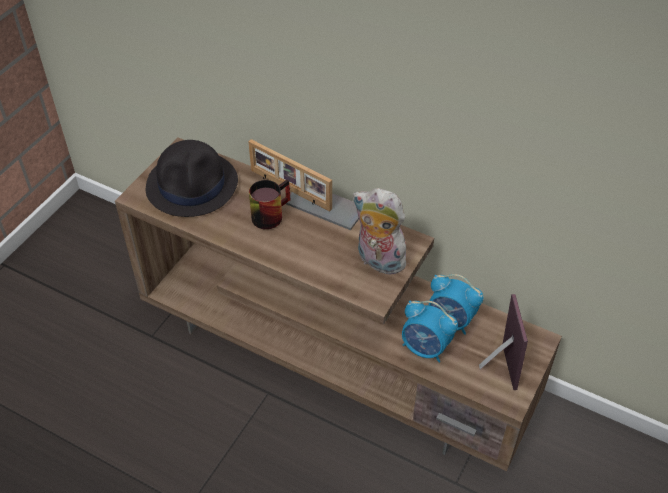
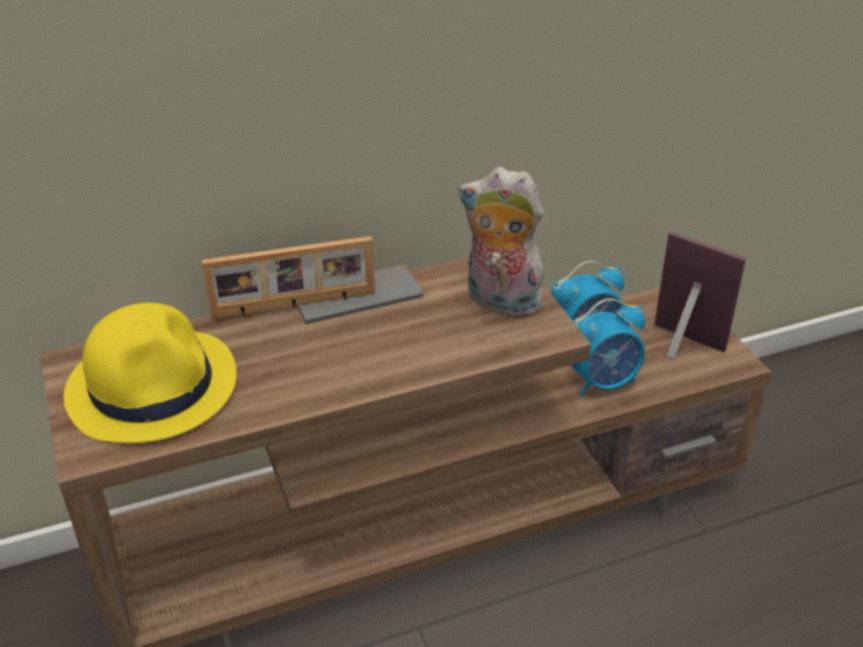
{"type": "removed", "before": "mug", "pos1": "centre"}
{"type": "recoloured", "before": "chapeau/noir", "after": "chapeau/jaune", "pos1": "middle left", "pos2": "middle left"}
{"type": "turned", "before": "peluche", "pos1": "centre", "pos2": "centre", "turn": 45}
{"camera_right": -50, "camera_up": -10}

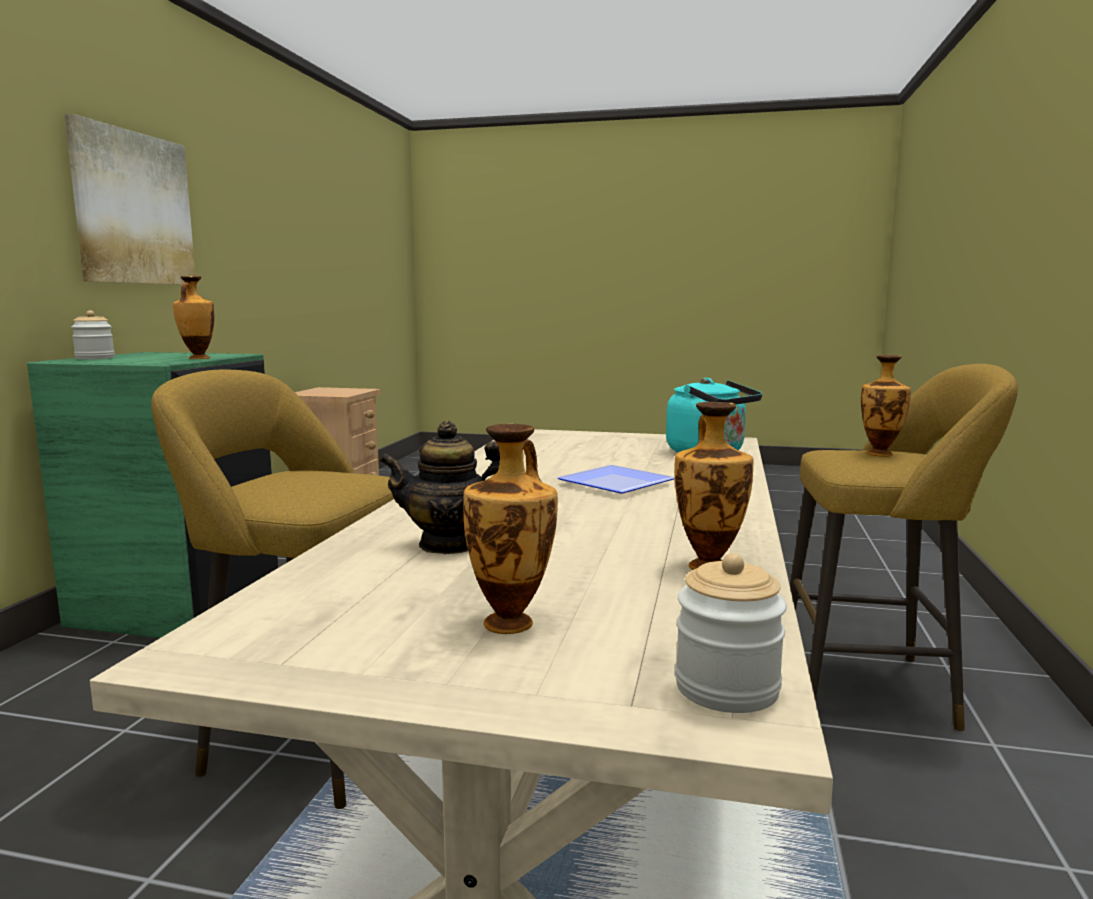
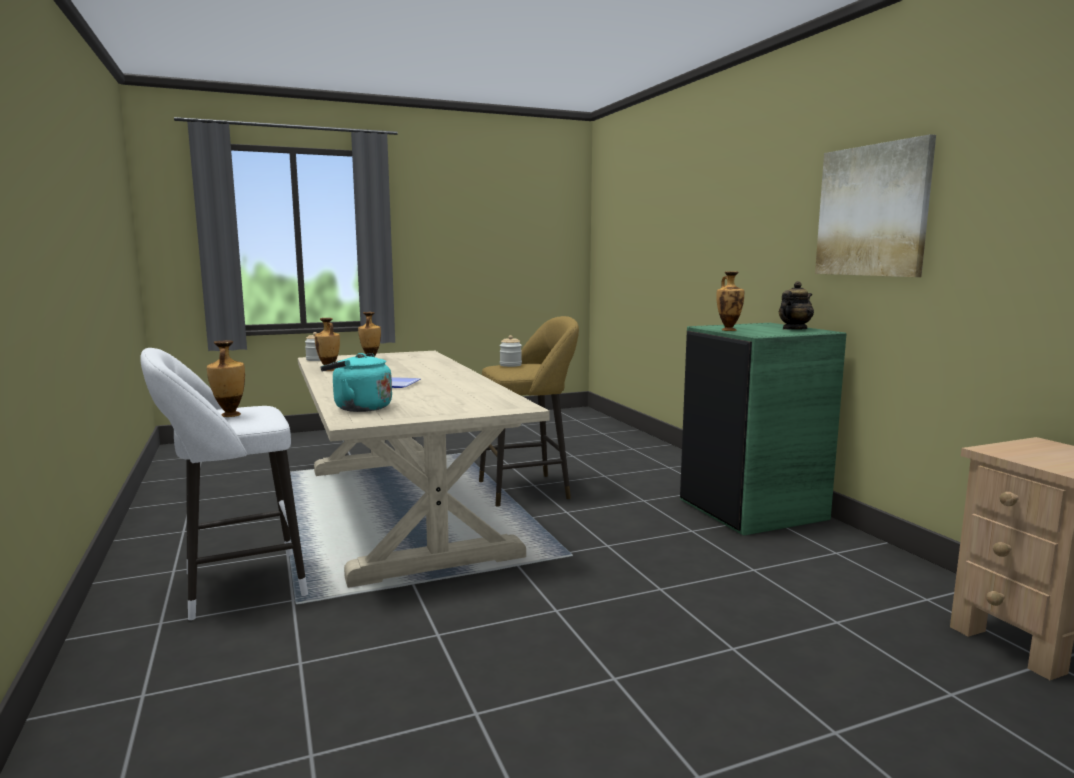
{"type": "moved", "before": "bocal (1st from left in the first image)", "after": "bocal (2nd from left)", "pos1": "middle left", "pos2": "centre"}
{"type": "moved", "before": "théière", "pos1": "centre", "pos2": "middle right"}
{"type": "recoloured", "before": "tabouret/jaune (2nd from left)", "after": "tabouret/blanc", "pos1": "middle right", "pos2": "middle left"}
{"camera_right": 145, "camera_up": 0}

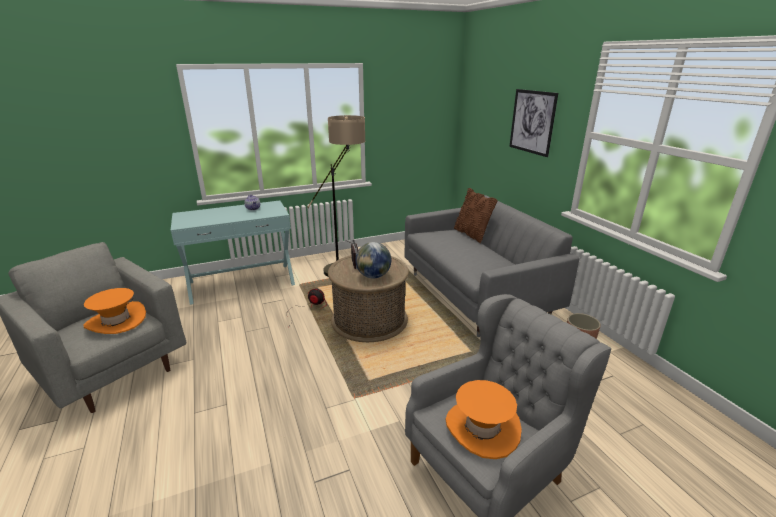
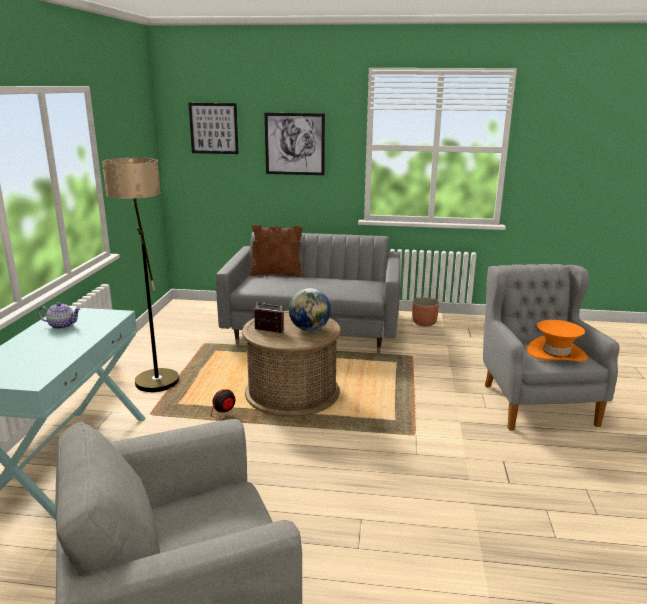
{"type": "removed", "before": "chapeau/orange (1st from left)", "pos1": "middle left"}
{"type": "added", "after": "tableau (1st from left)", "pos2": "top left"}
{"camera_right": -60, "camera_up": -5}

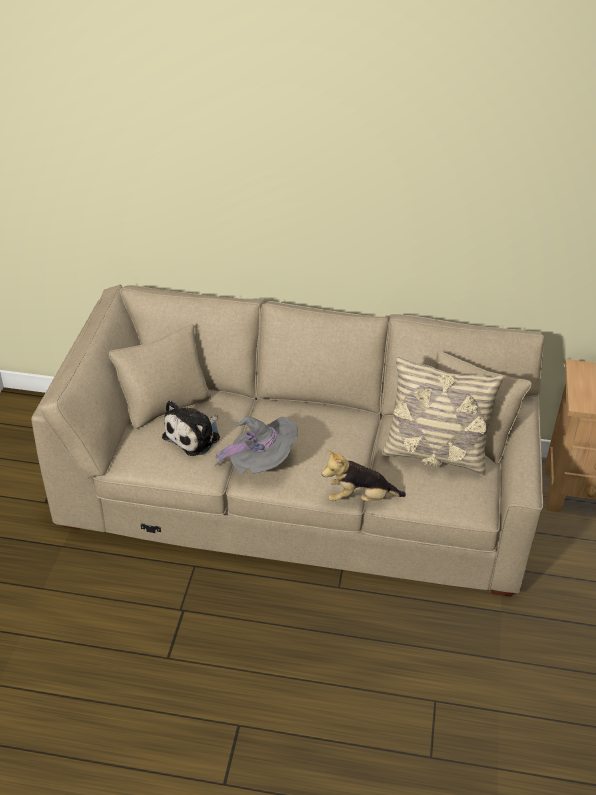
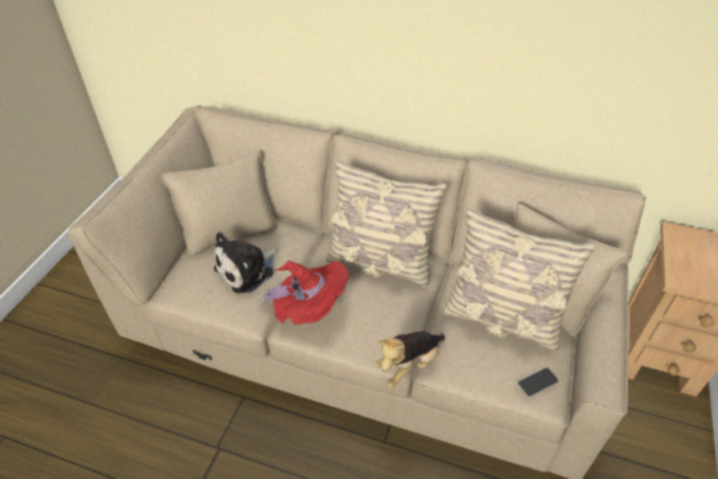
{"type": "added", "after": "coussin/beige (1st from left)", "pos2": "centre"}
{"type": "added", "after": "téléphone", "pos2": "bottom right"}
{"type": "recoloured", "before": "chapeau/gris", "after": "chapeau/rouge", "pos1": "centre", "pos2": "centre"}
{"type": "turned", "before": "peluche (2nd from left)", "pos1": "centre", "pos2": "bottom centre", "turn": -45}
{"camera_right": 10, "camera_up": 5}

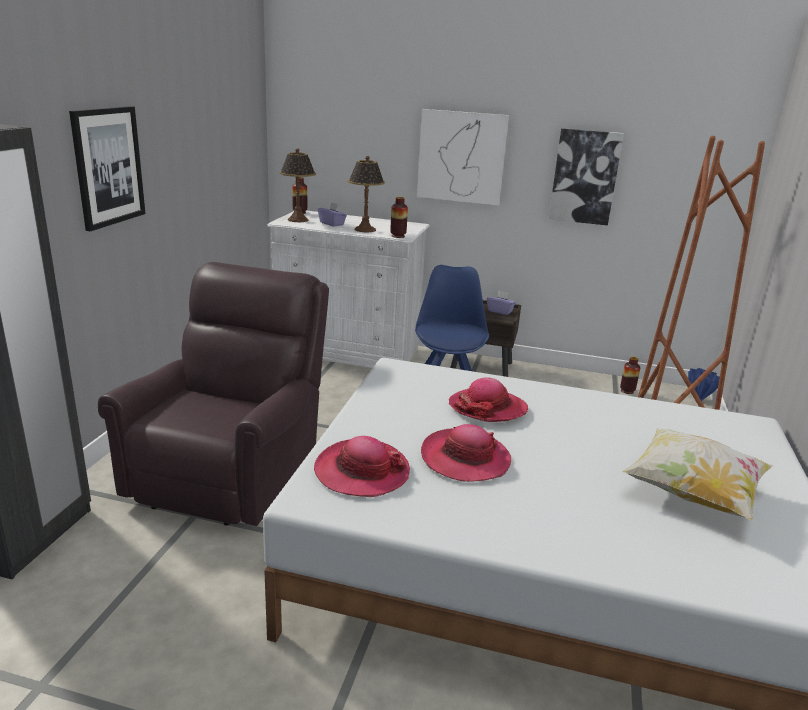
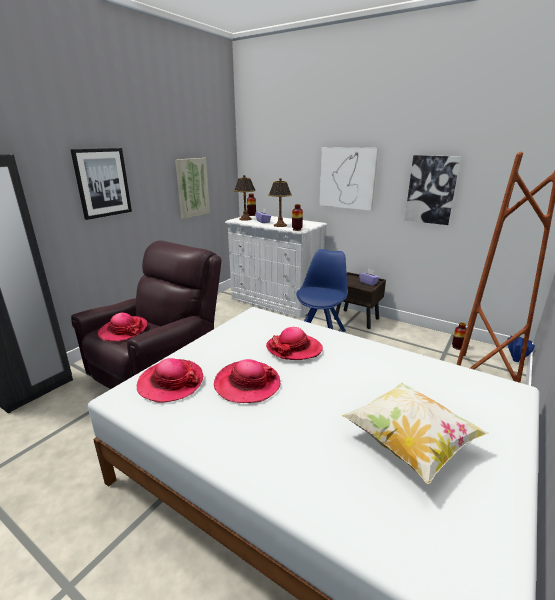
{"type": "added", "after": "chapeau (1st from left)", "pos2": "middle left"}
{"type": "added", "after": "tableau (2nd from left)", "pos2": "top centre"}
{"camera_right": 20, "camera_up": 0}

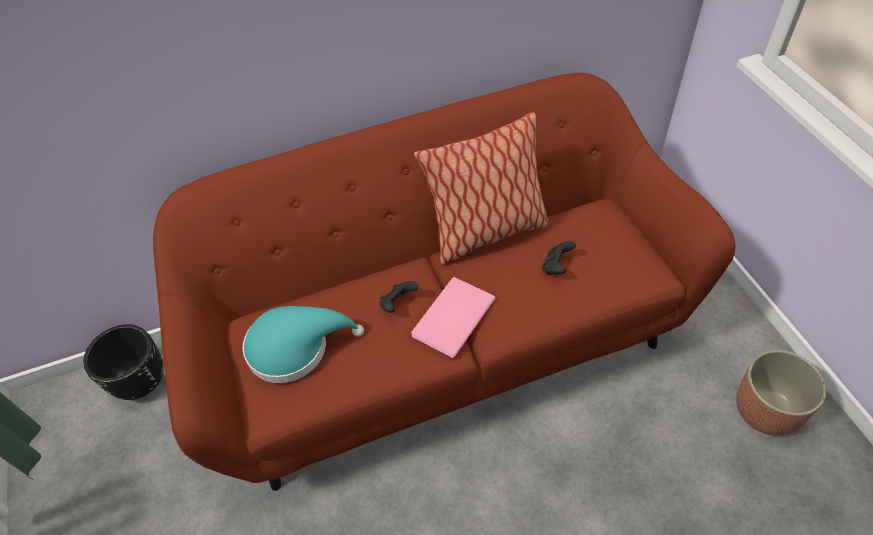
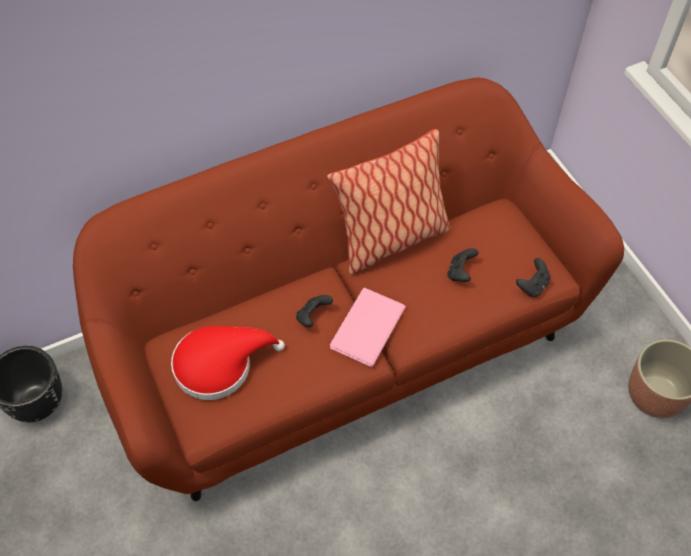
{"type": "added", "after": "manette/noir (3rd from left)", "pos2": "middle right"}
{"type": "recoloured", "before": "chapeau/turquoise", "after": "chapeau/rouge", "pos1": "centre", "pos2": "middle left"}
{"camera_right": -10, "camera_up": 5}

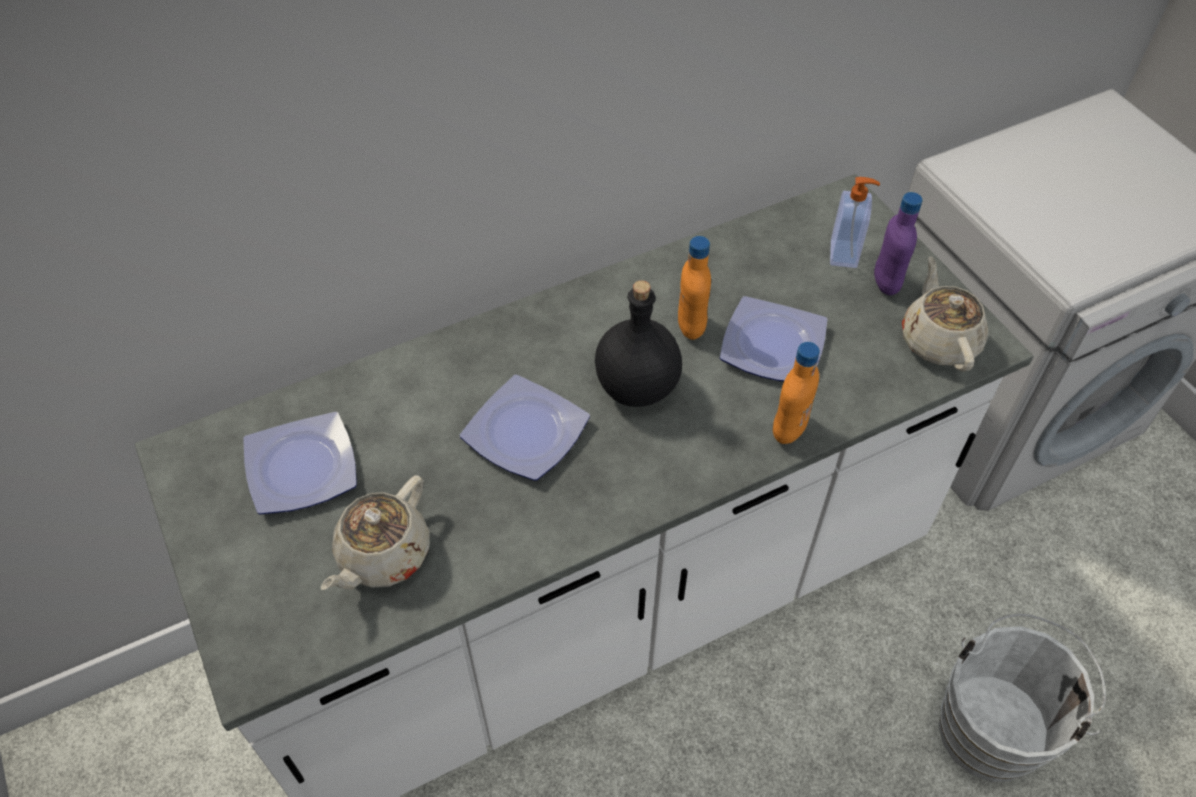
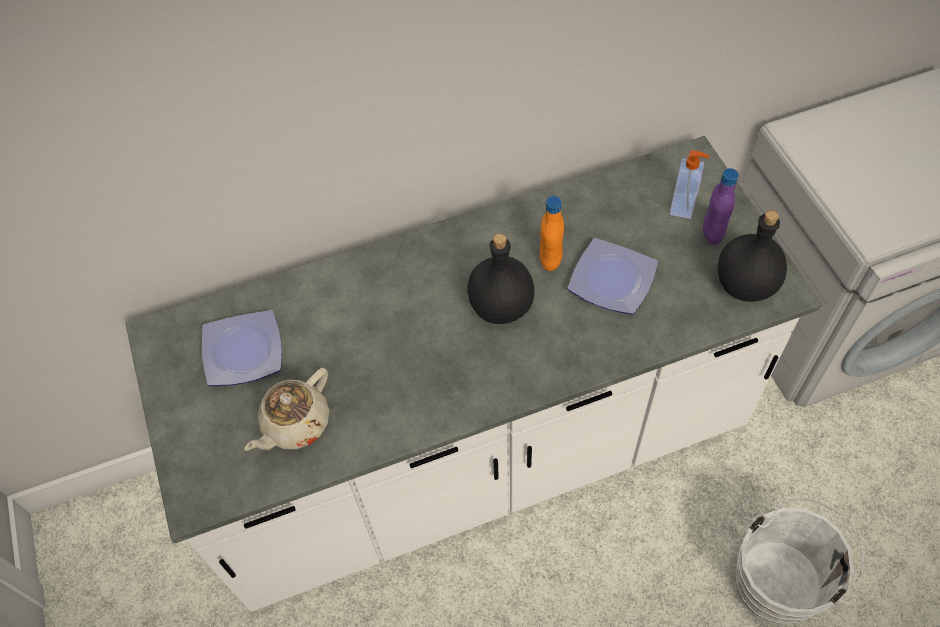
{"type": "removed", "before": "assiette (2nd from left)", "pos1": "centre"}
{"type": "removed", "before": "bouteille/orange (2nd from left)", "pos1": "centre"}
{"type": "replaced", "before": "théière/beige (2nd from left)", "after": "bouteille/noir (2nd from left)", "pos1": "middle right", "pos2": "middle right"}
{"camera_right": 10, "camera_up": 5}

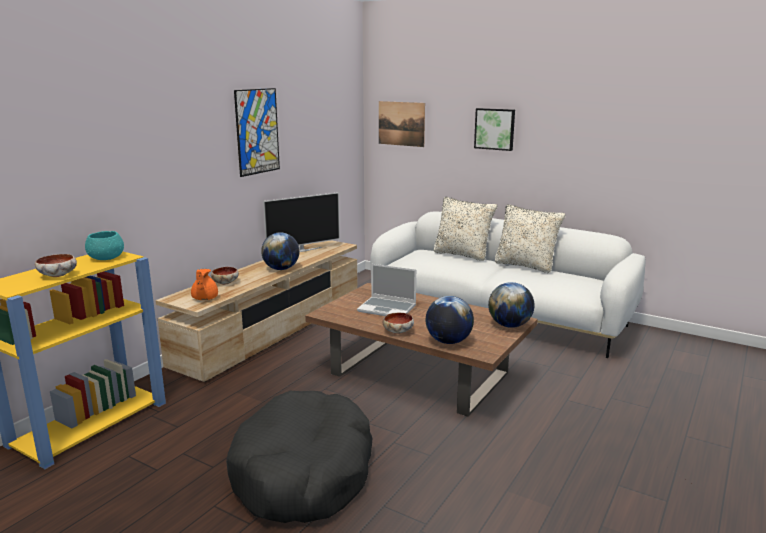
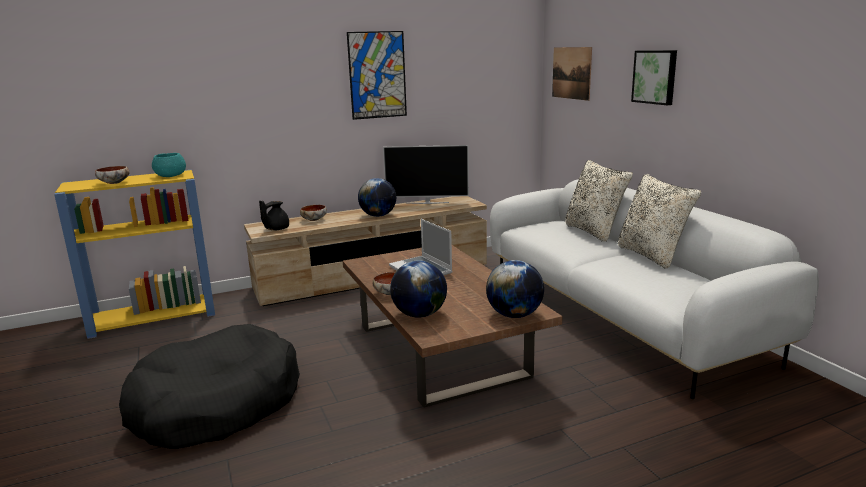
{"type": "recoloured", "before": "théière/orange", "after": "théière/noir", "pos1": "middle left", "pos2": "middle left"}
{"camera_right": 35, "camera_up": 0}

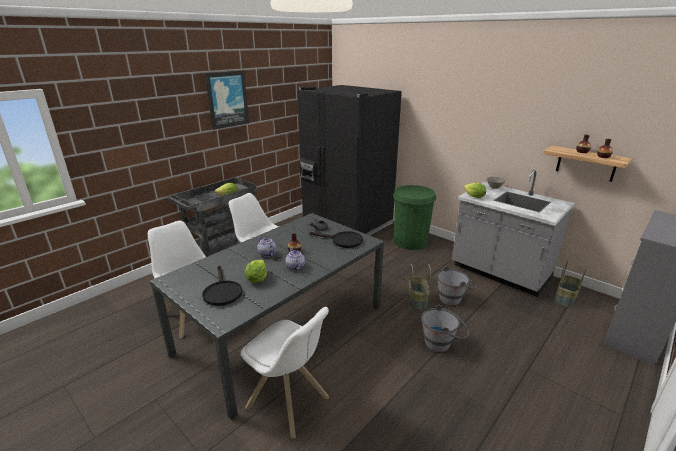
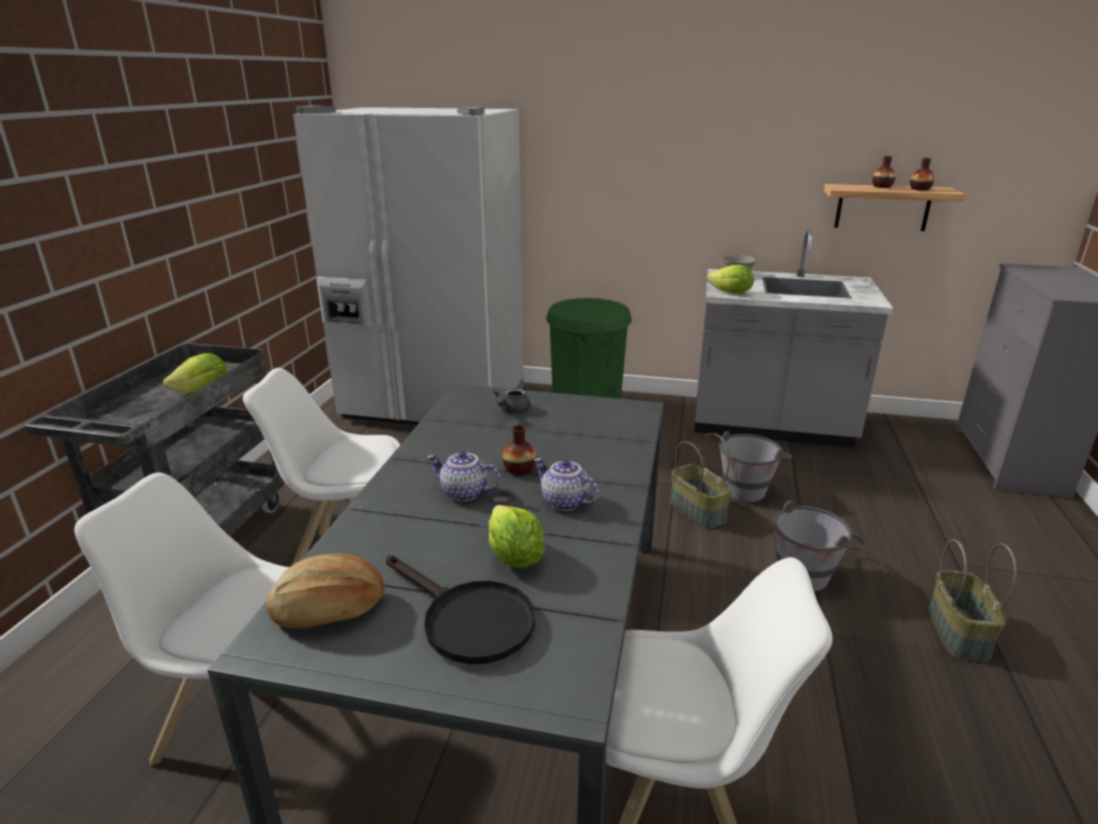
{"type": "removed", "before": "tableau", "pos1": "top centre"}
{"type": "removed", "before": "poêle/noir (2nd from left)", "pos1": "centre"}
{"type": "added", "after": "pain", "pos2": "bottom left"}
{"type": "moved", "before": "panier (2nd from left)", "pos1": "middle right", "pos2": "bottom right"}
{"type": "recoloured", "before": "réfrigérateur/noir", "after": "réfrigérateur/blanc", "pos1": "centre", "pos2": "top centre"}
{"camera_right": -30, "camera_up": 0}

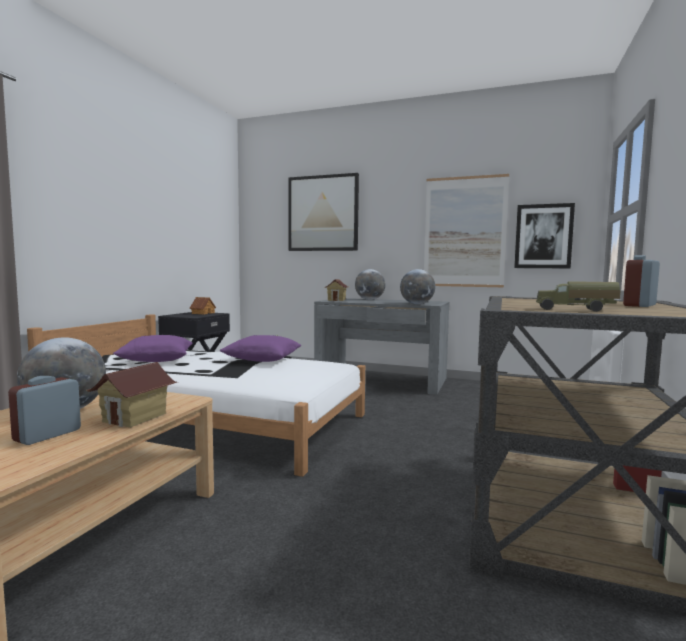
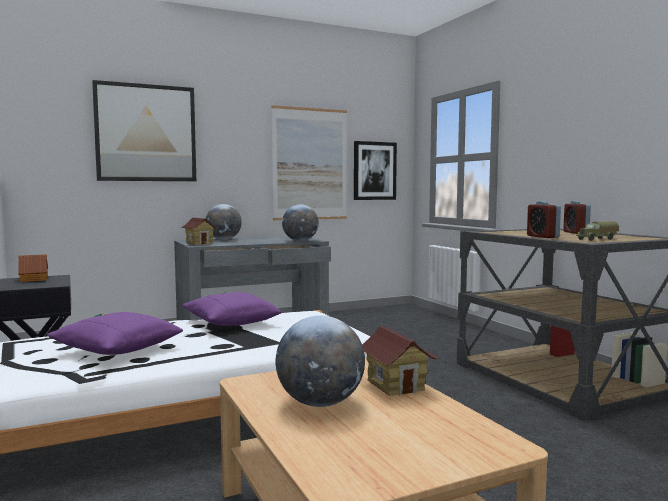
{"type": "moved", "before": "réveil (1st from left)", "pos1": "middle left", "pos2": "middle right"}
{"camera_right": -45, "camera_up": 0}

